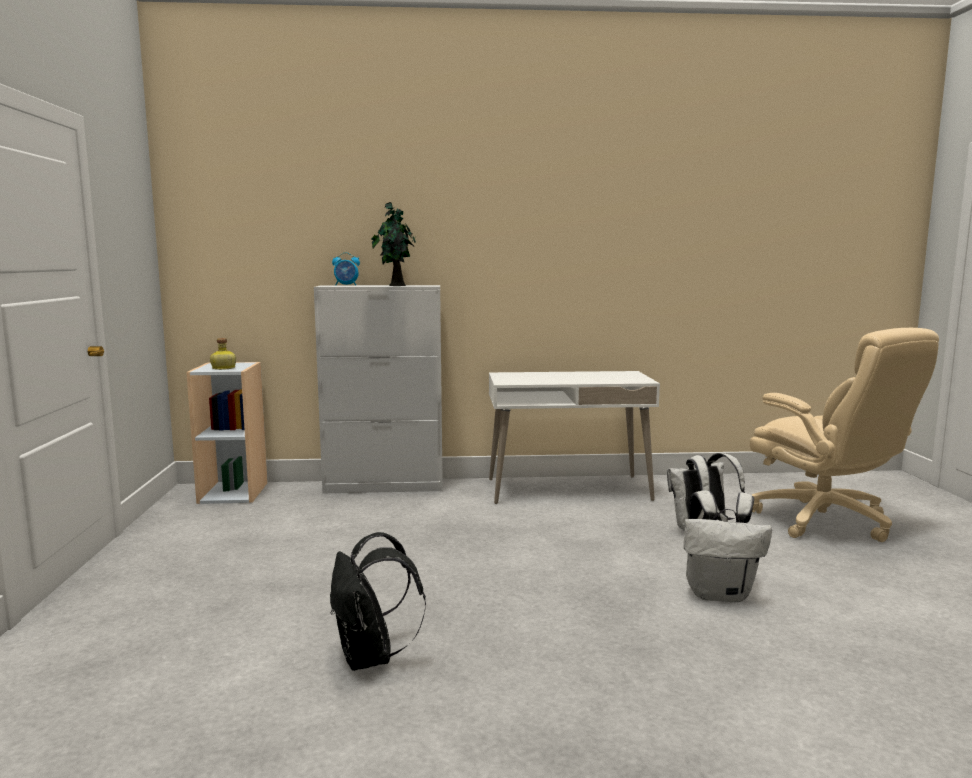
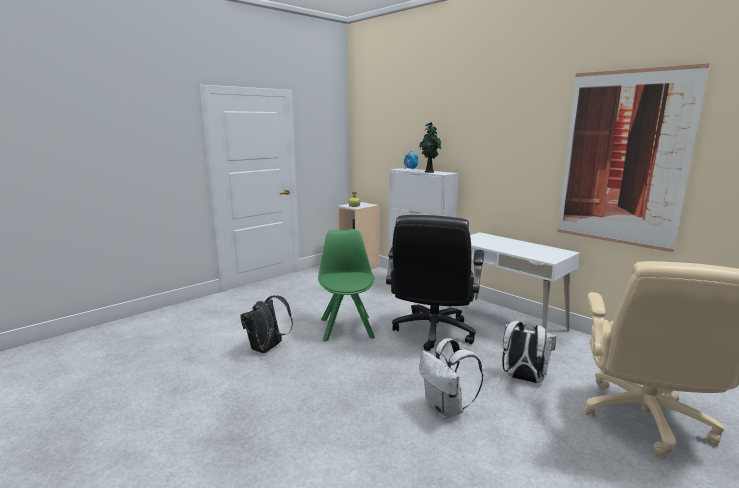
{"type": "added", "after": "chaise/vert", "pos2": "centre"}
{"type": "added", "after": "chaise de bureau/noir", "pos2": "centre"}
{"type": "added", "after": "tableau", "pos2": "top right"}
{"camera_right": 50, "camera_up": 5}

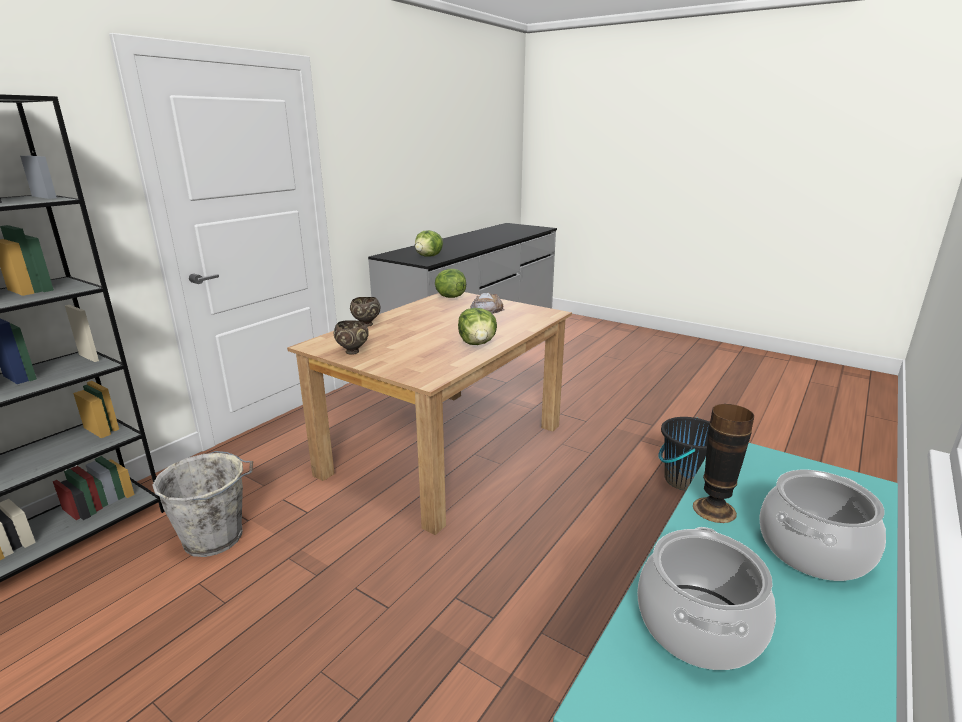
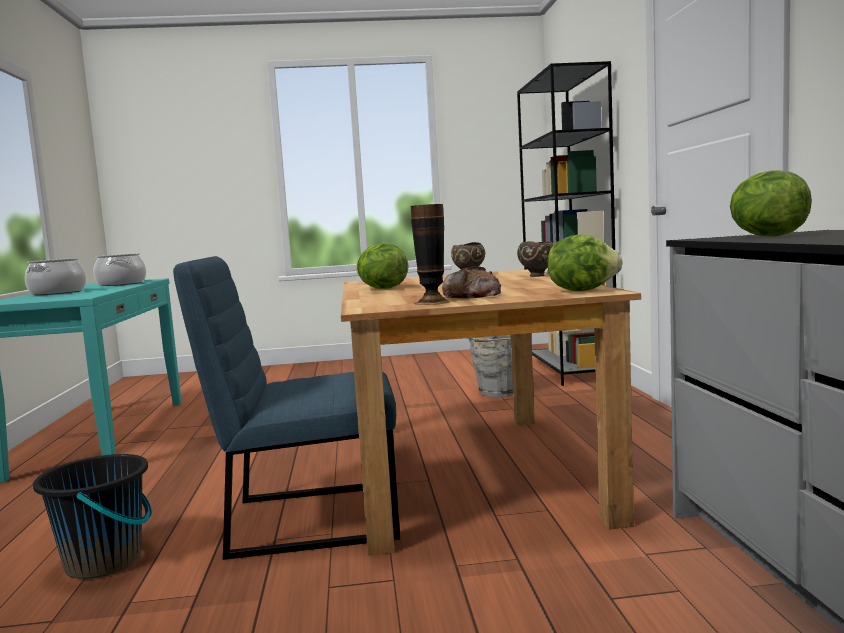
{"type": "added", "after": "chaise/bleu", "pos2": "centre"}
{"type": "moved", "before": "vase", "pos1": "middle right", "pos2": "centre"}
{"camera_right": 140, "camera_up": -15}

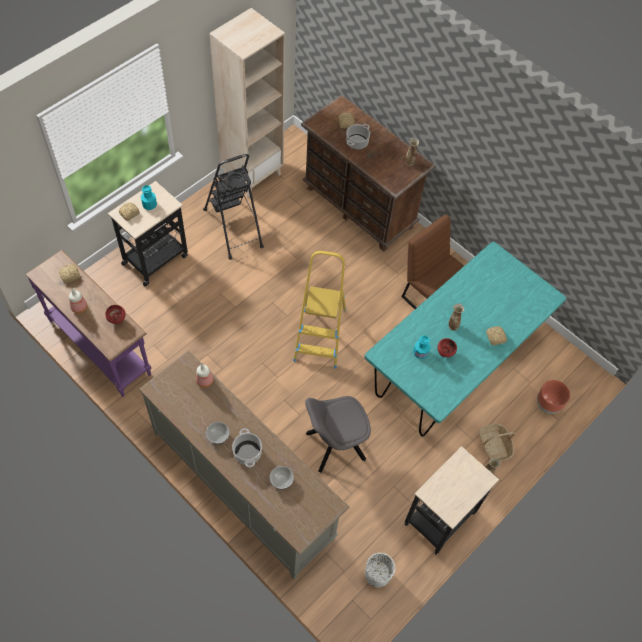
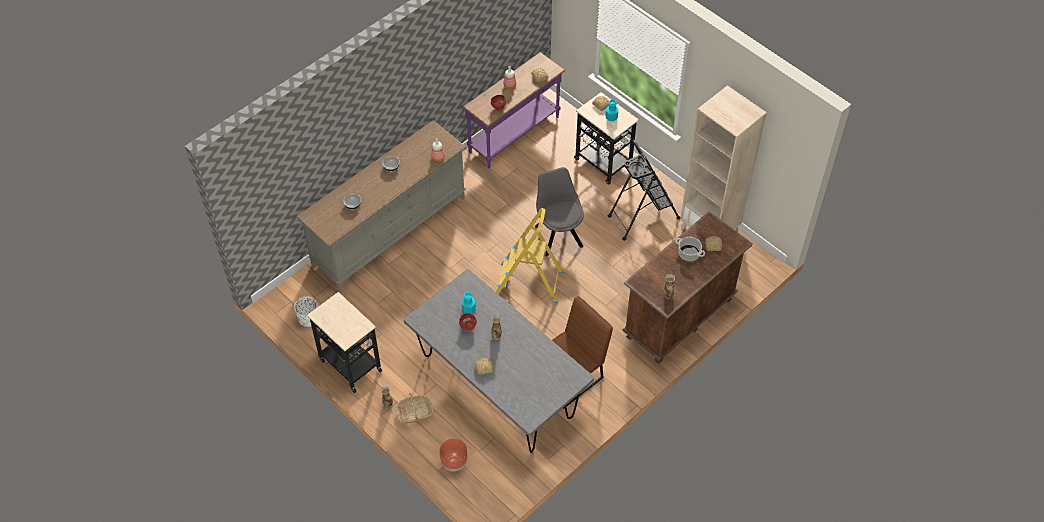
{"type": "removed", "before": "marmite (1st from left)", "pos1": "bottom centre"}
{"type": "moved", "before": "chaise/gris", "pos1": "bottom centre", "pos2": "centre"}
{"type": "recoloured", "before": "table à manger/turquoise", "after": "table à manger/gris", "pos1": "middle right", "pos2": "bottom centre"}
{"camera_right": 95, "camera_up": -5}

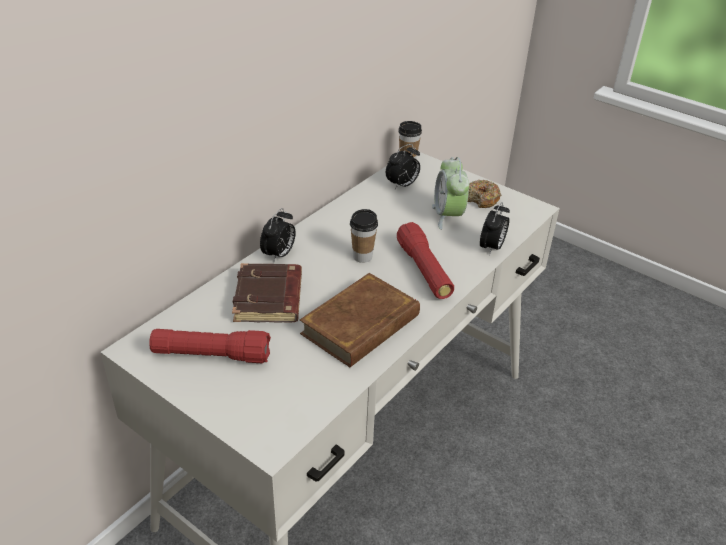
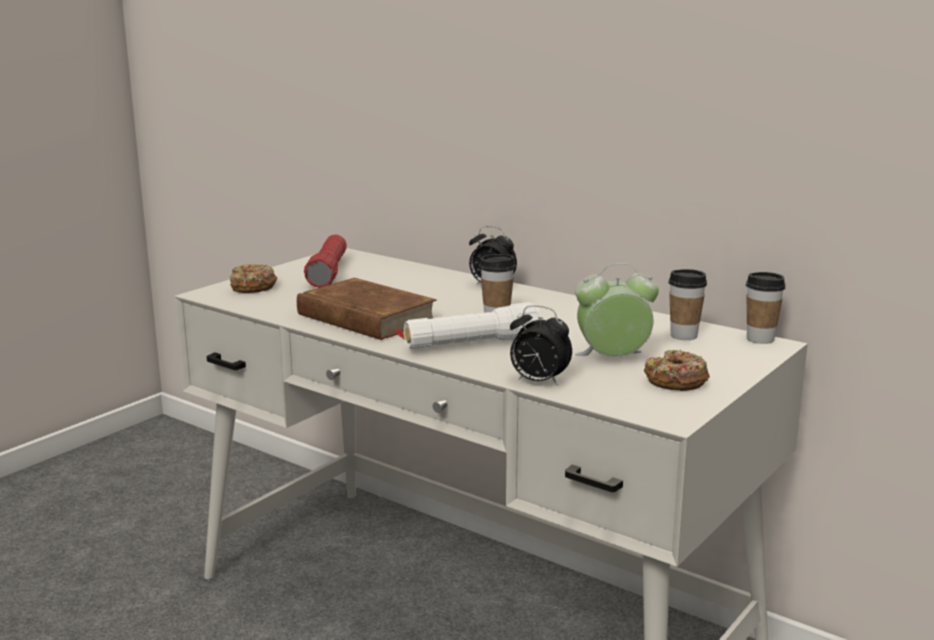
{"type": "removed", "before": "livre/marron (1st from left)", "pos1": "centre"}
{"type": "added", "after": "beignet (1st from left)", "pos2": "middle left"}
{"type": "replaced", "before": "réveil (2nd from left)", "after": "tasse (2nd from left)", "pos1": "top centre", "pos2": "middle right"}
{"type": "recoloured", "before": "lampe de poche/rouge (2nd from left)", "after": "lampe de poche/blanc", "pos1": "centre", "pos2": "centre"}
{"camera_right": 90, "camera_up": -20}

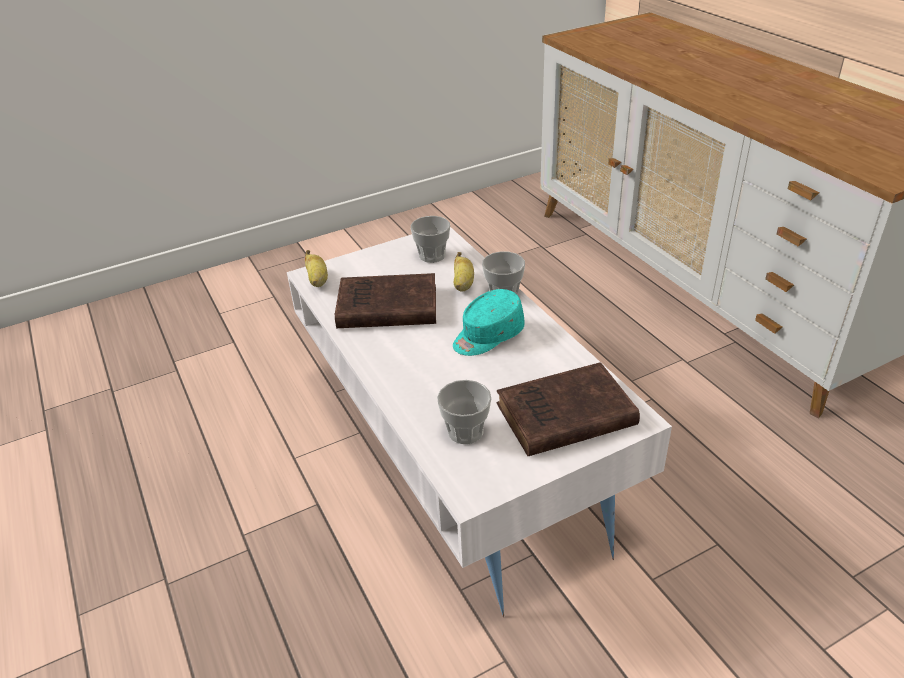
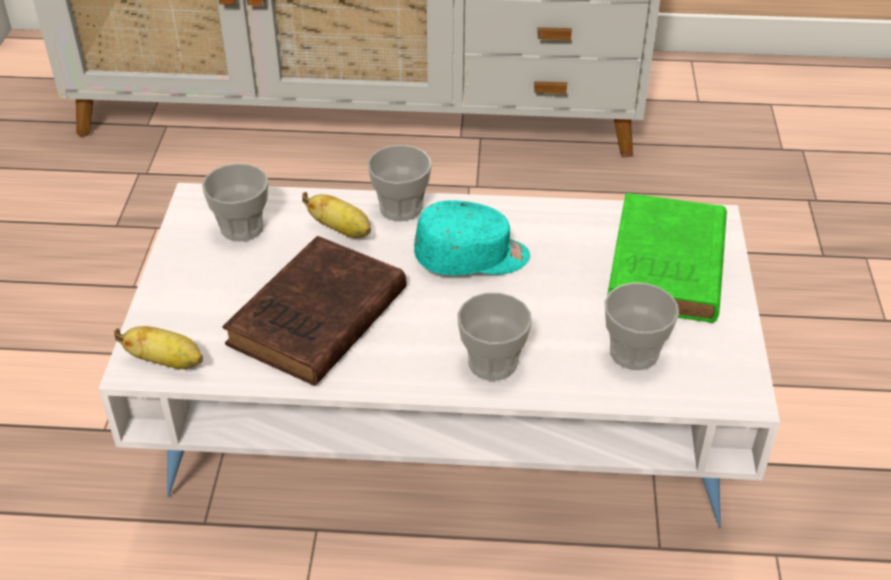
{"type": "added", "after": "tasse (3rd from left)", "pos2": "centre"}
{"type": "recoloured", "before": "livre/marron (2nd from left)", "after": "livre/vert", "pos1": "centre", "pos2": "middle right"}
{"type": "turned", "before": "casquette/turquoise", "pos1": "centre", "pos2": "centre", "turn": -90}
{"camera_right": -60, "camera_up": 5}

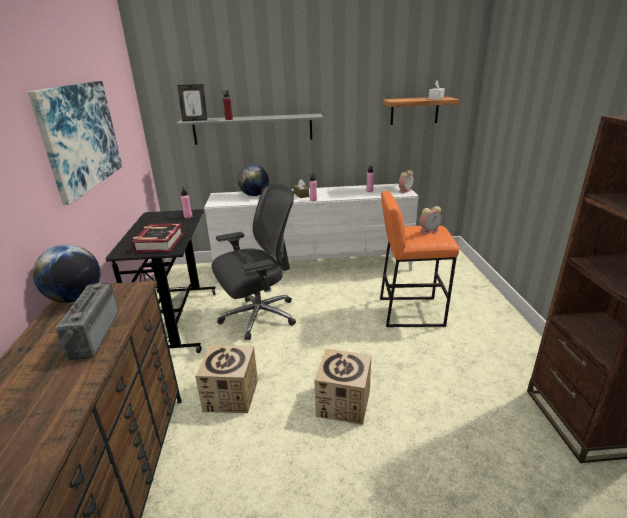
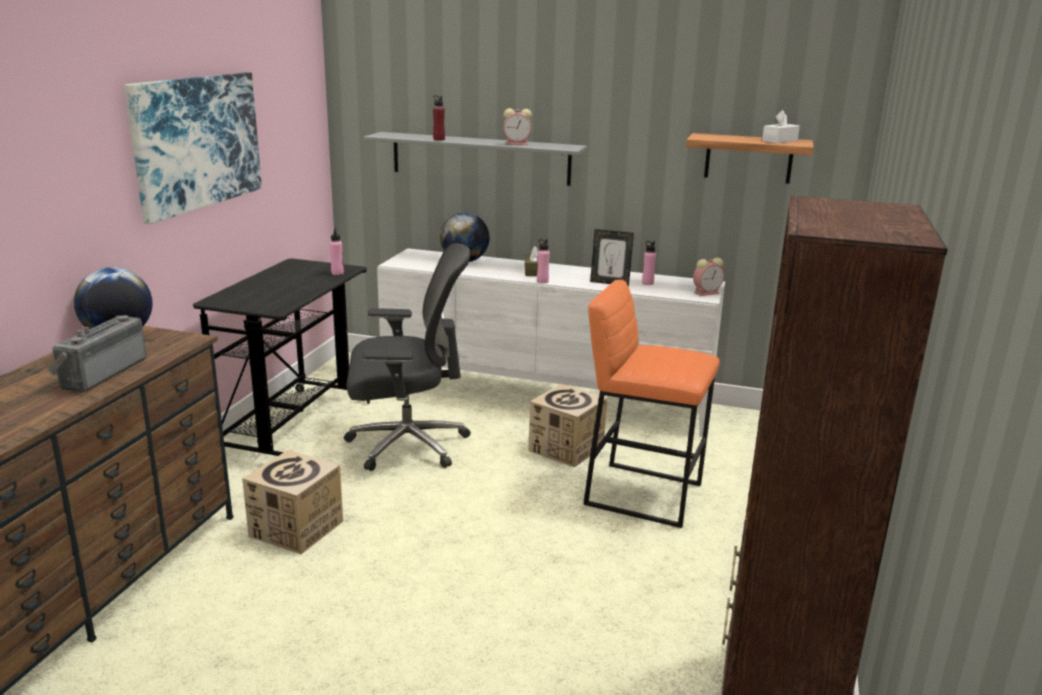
{"type": "removed", "before": "livre", "pos1": "middle left"}
{"type": "moved", "before": "cadre photo", "pos1": "top left", "pos2": "centre"}
{"type": "moved", "before": "carton (2nd from left)", "pos1": "bottom centre", "pos2": "centre"}
{"type": "moved", "before": "réveil (2nd from left in the first image)", "after": "réveil (1st from left)", "pos1": "middle right", "pos2": "top centre"}
{"camera_right": 20, "camera_up": -5}

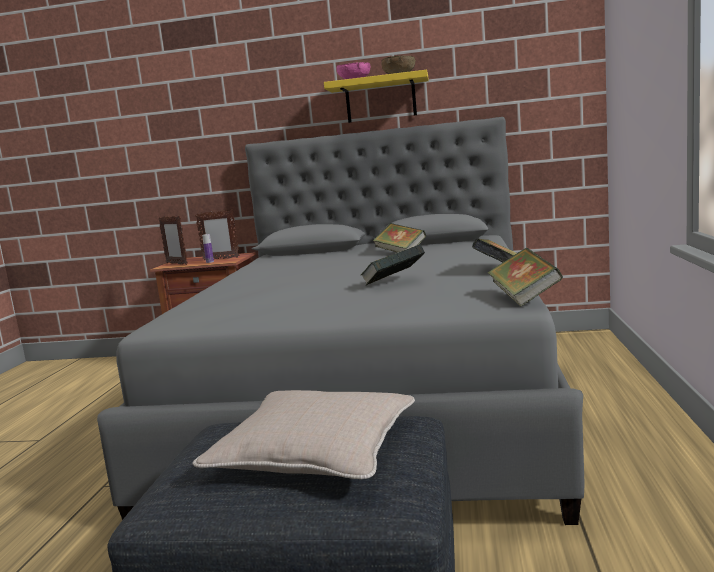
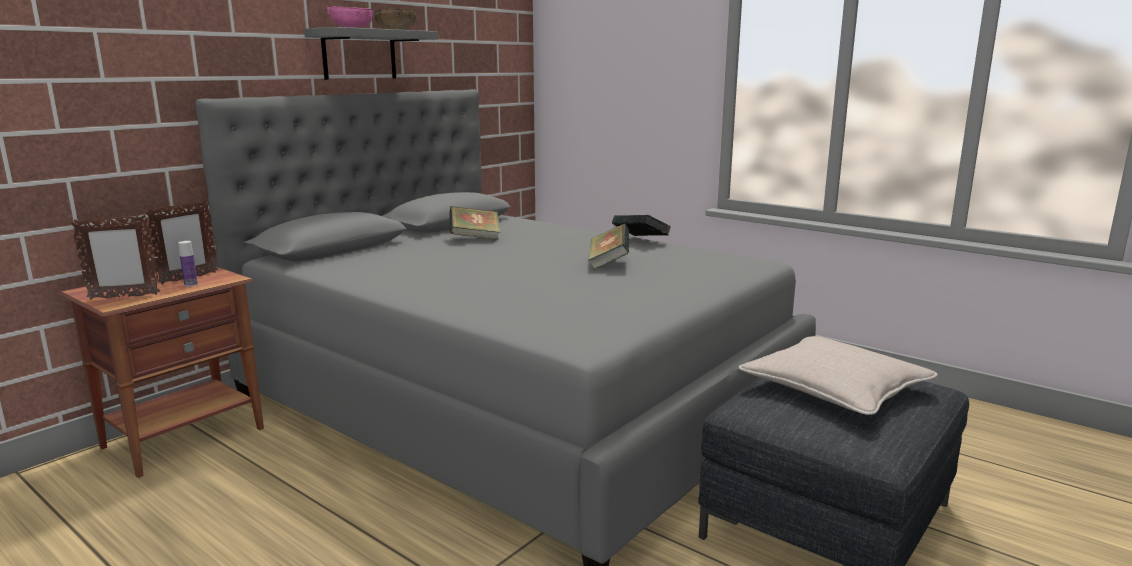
{"type": "removed", "before": "livre (4th from left)", "pos1": "middle right"}
{"type": "recoloured", "before": "étagère/jaune", "after": "étagère/gris", "pos1": "top centre", "pos2": "top left"}
{"camera_right": -60, "camera_up": 5}

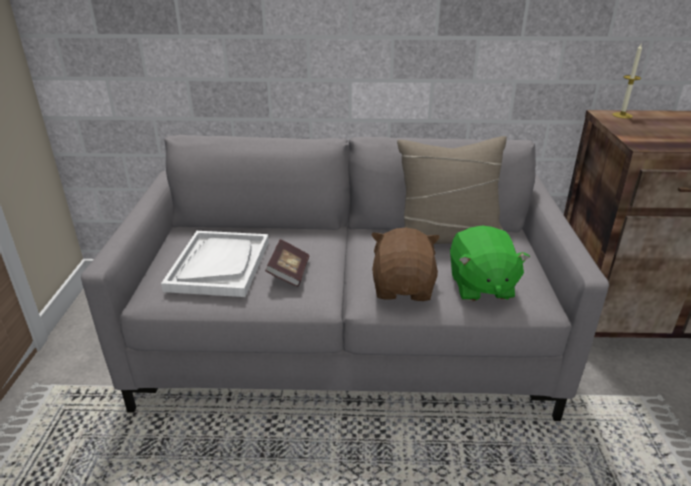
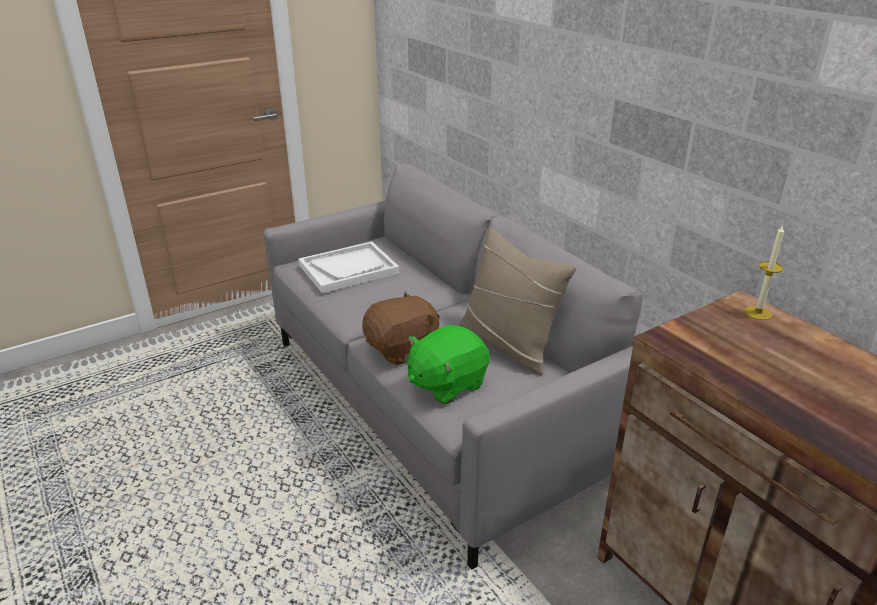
{"type": "removed", "before": "livre", "pos1": "centre"}
{"camera_right": 55, "camera_up": 0}

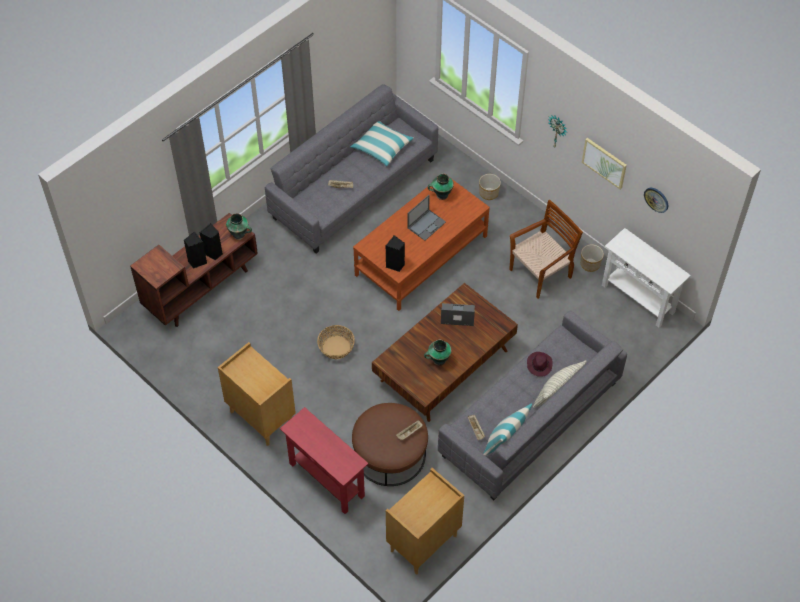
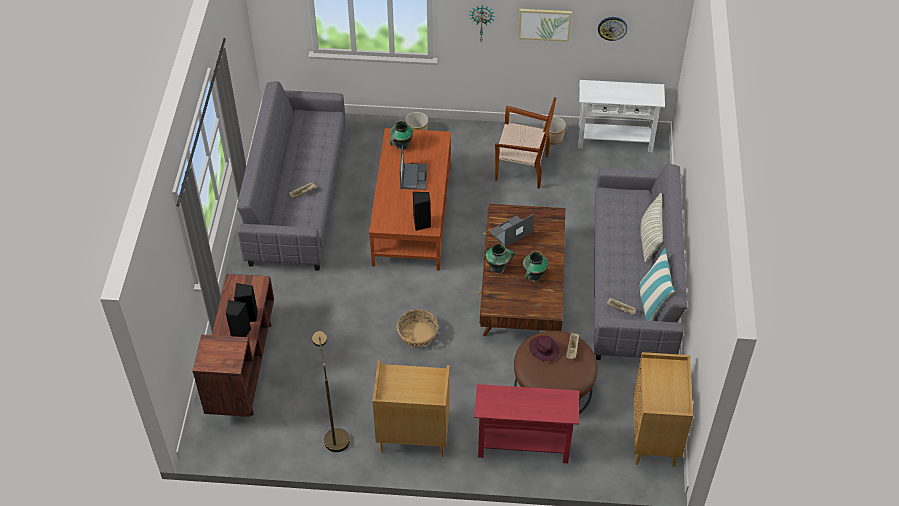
{"type": "removed", "before": "coussin (1st from left)", "pos1": "top centre"}
{"type": "added", "after": "lampadaire/marron", "pos2": "bottom centre"}
{"type": "moved", "before": "vase (1st from left in the first image)", "after": "vase (2nd from left)", "pos1": "middle left", "pos2": "centre"}
{"type": "moved", "before": "chapeau/violet", "pos1": "middle right", "pos2": "bottom centre"}
{"type": "turned", "before": "fauteuil/marron", "pos1": "middle right", "pos2": "top centre", "turn": 90}
{"camera_right": -40, "camera_up": -5}

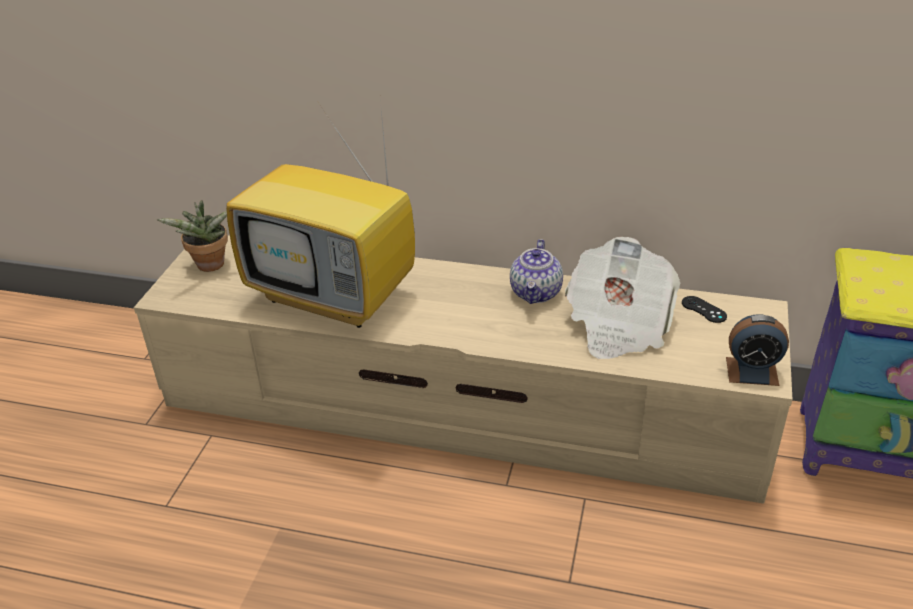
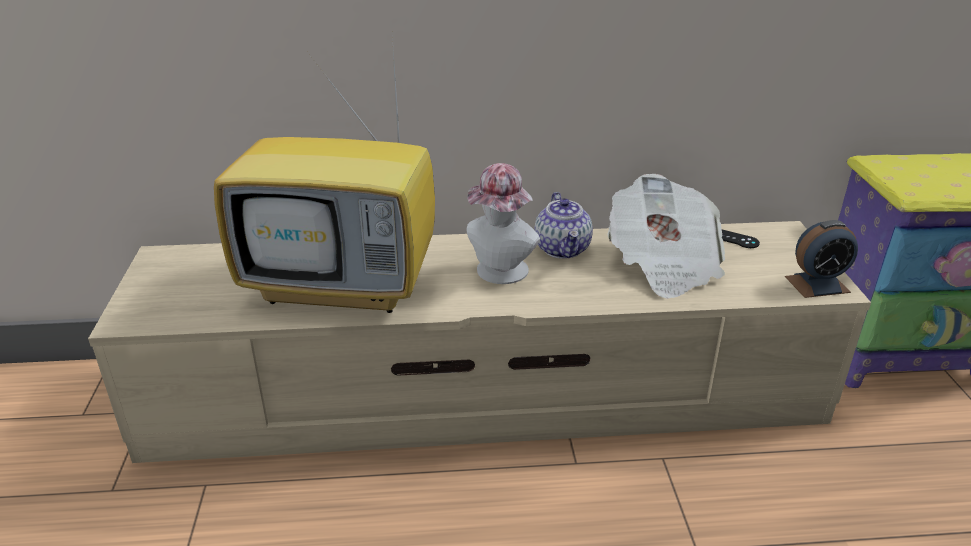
{"type": "removed", "before": "plante en pot", "pos1": "middle left"}
{"type": "added", "after": "chapeau", "pos2": "centre"}
{"camera_right": -20, "camera_up": -5}

